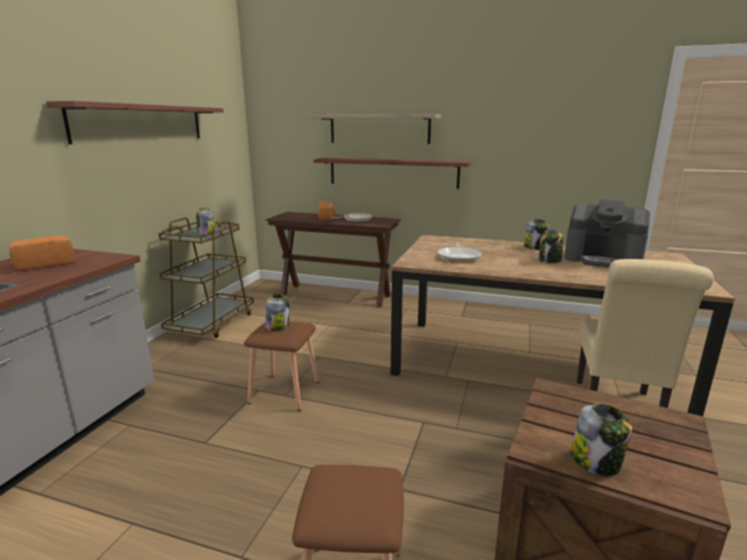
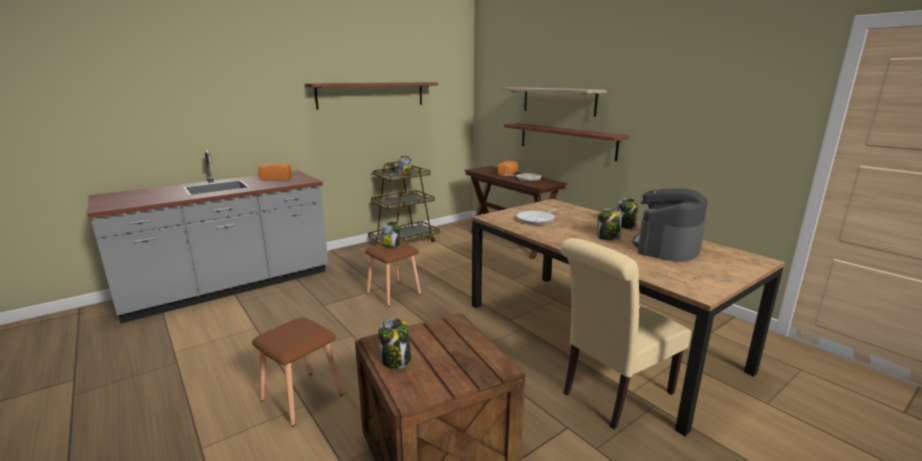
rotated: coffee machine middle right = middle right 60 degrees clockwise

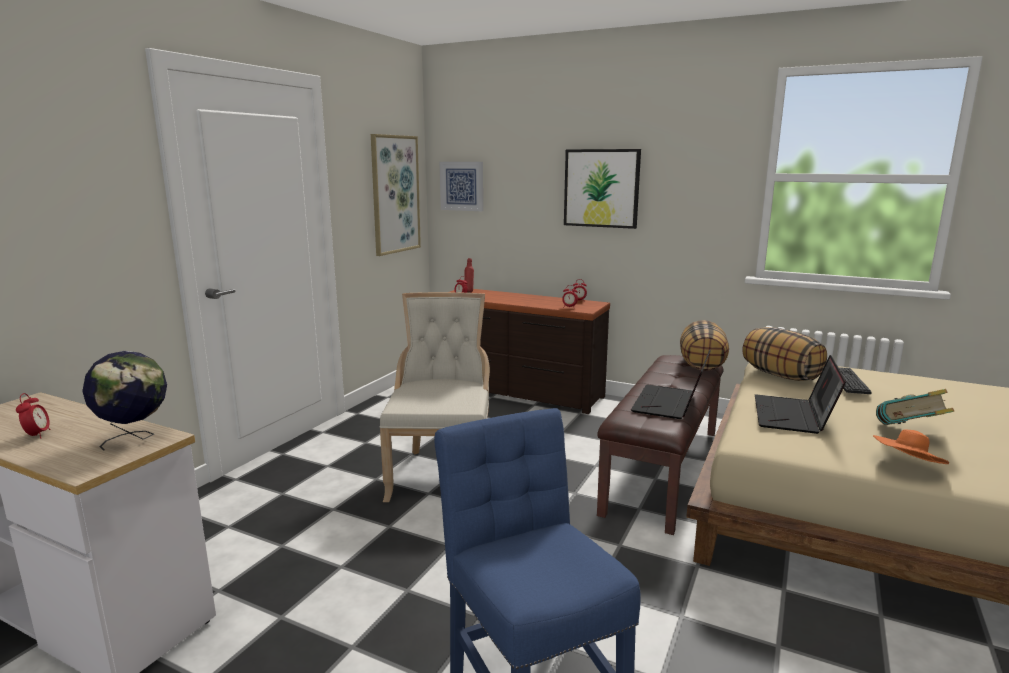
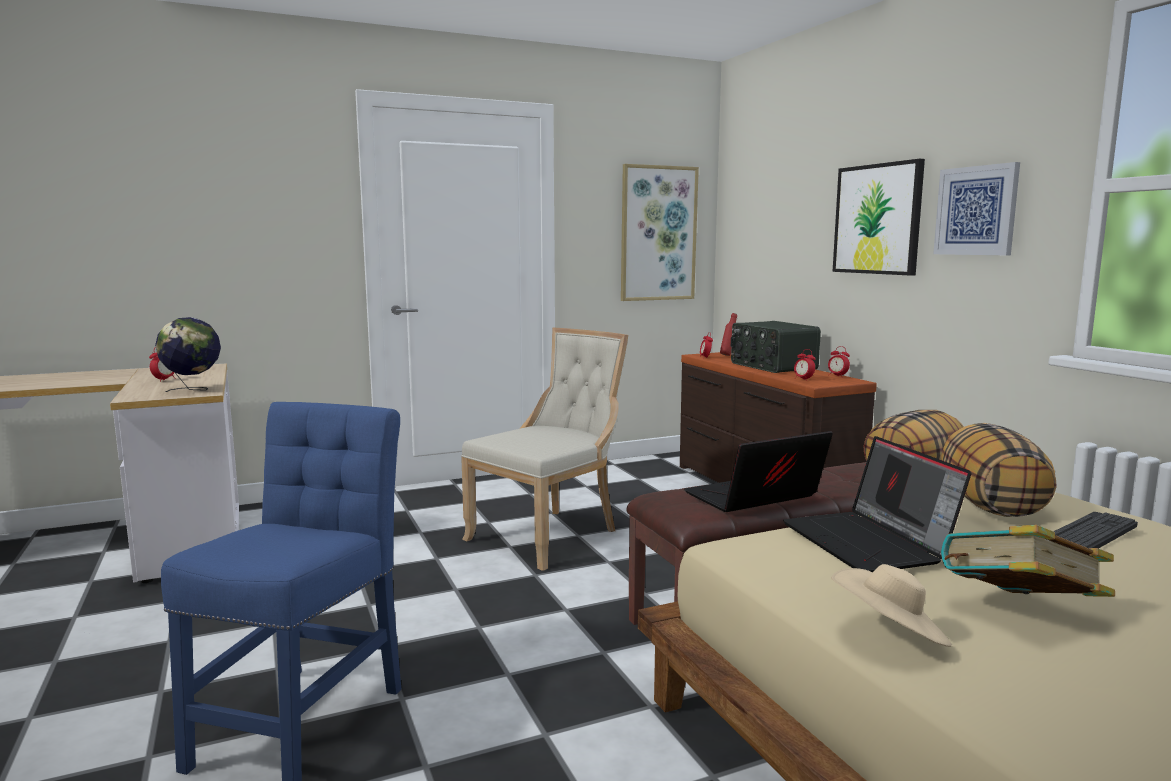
new: radio receiver centre
shifted: wall picture (no. 2 from left in the first image) top centre to wall picture (no. 3 from left) top right
repainted: orange-coloured hat middle right to beige-coloured hat bottom right
rotated: portable computer (no. 2 from left) middle right = middle right 75 degrees counterclockwise

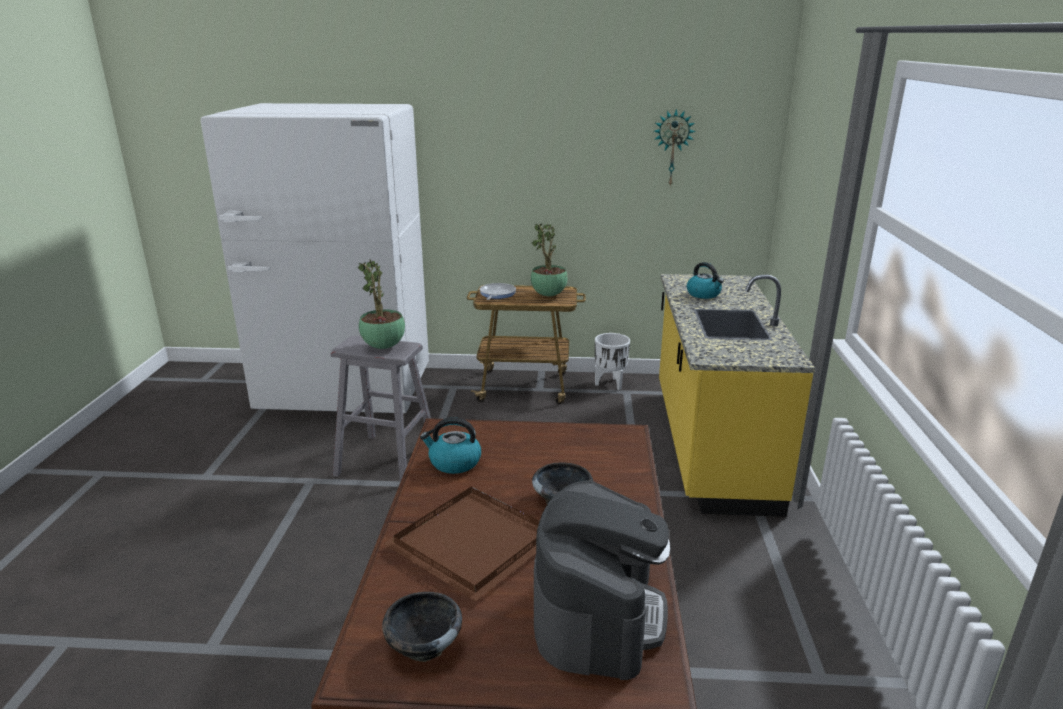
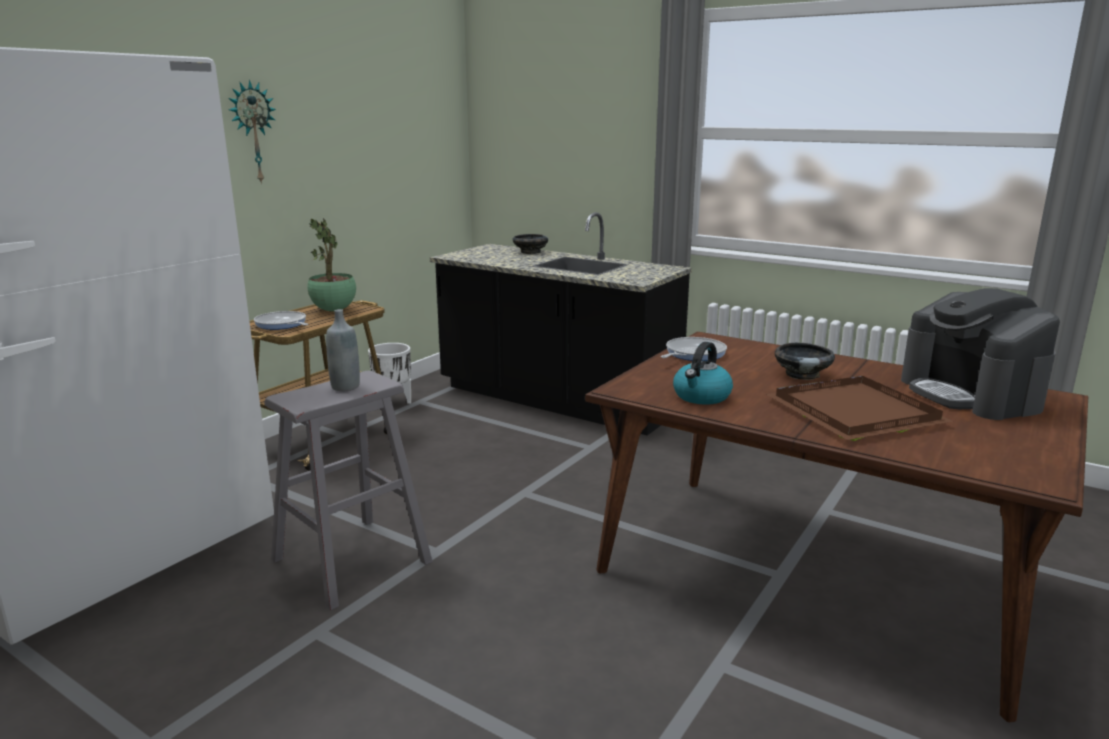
gone: tea kettle (no. 2 from left) centre
new: skillet (no. 2 from left) centre
shifted: black serving bowl (no. 1 from left) bottom centre to top centre; clock on the wall top centre to top left
swapped: houseplant (no. 1 from left) centre to grey bottle middle left
repainted: yellow kitchen counter middle right to black kitchen counter centre
rotated: coffee machine bottom centre = middle right 150 degrees counterclockwise

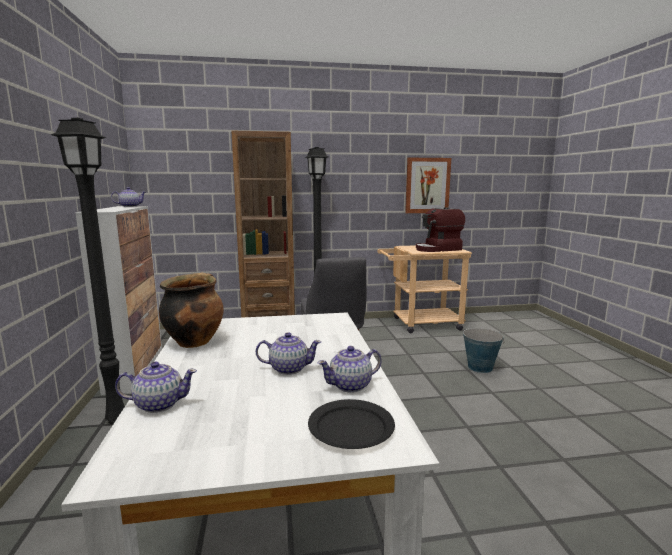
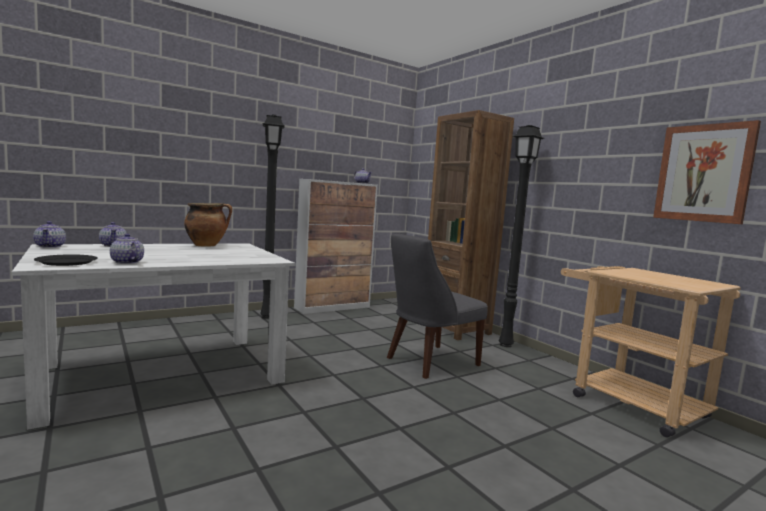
gone: coffee machine centre; bucket middle right
shifted: pot for tea (no. 3 from left in the first image) centre to pot for tea (no. 1 from left) middle left

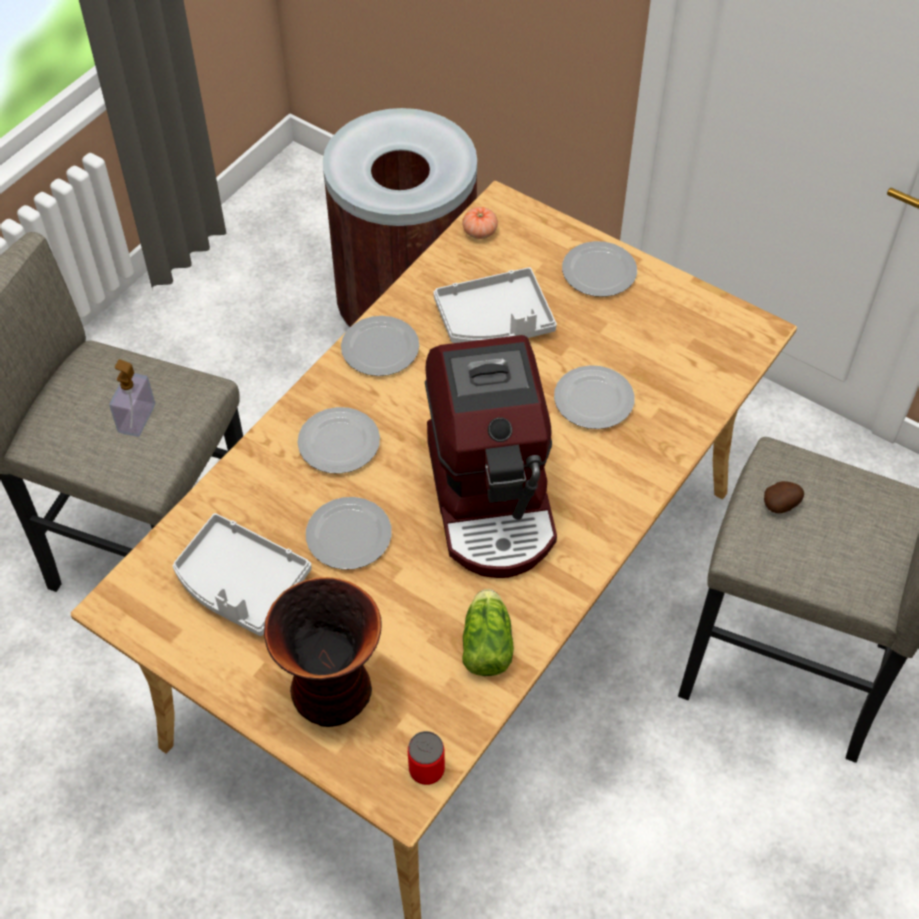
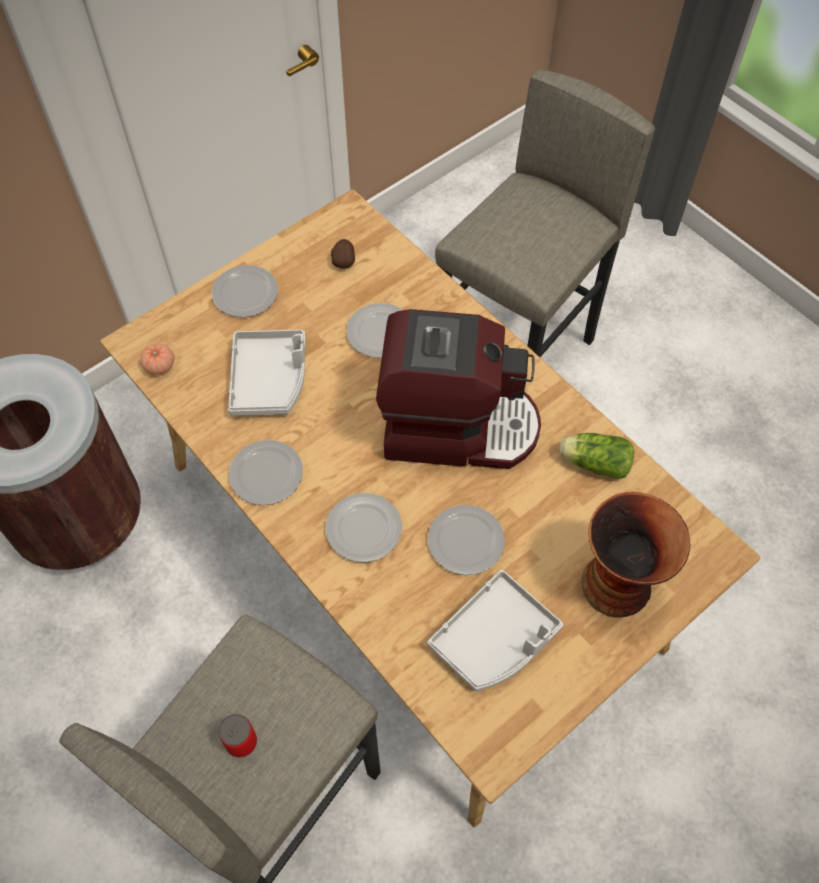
gone: soap dispenser middle left
shifted: can bottom centre to bottom left; whole potato middle right to top centre

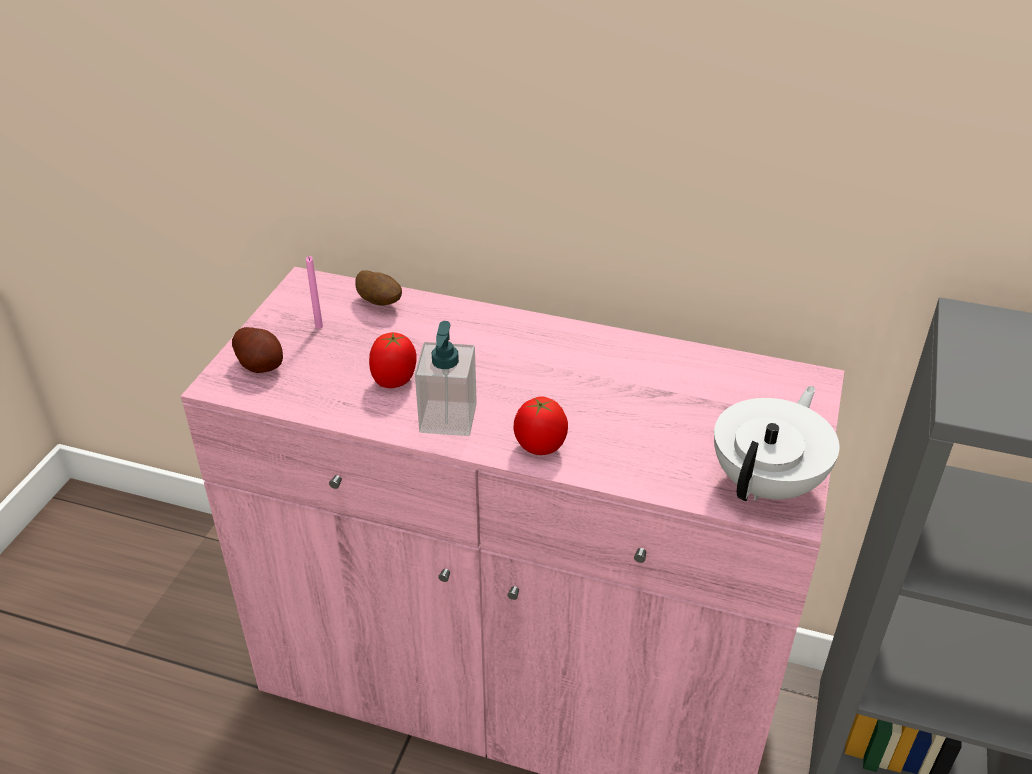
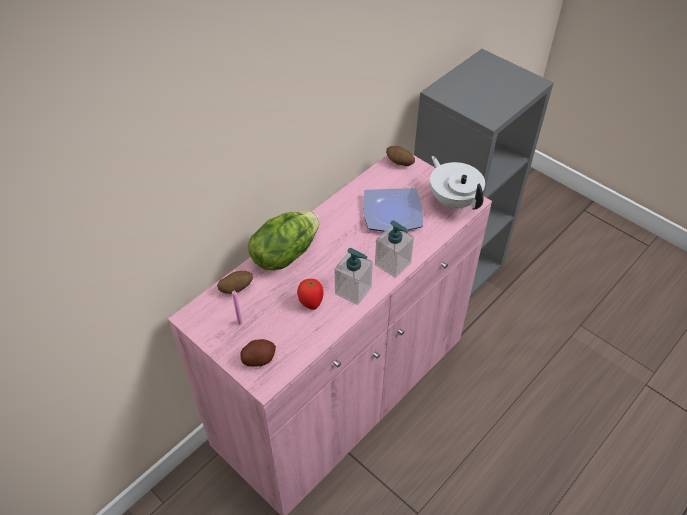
new: head of lettuce centre; plate centre; whole potato (no. 3 from left) top centre
swapped: whole tomato (no. 2 from left) centre to soap dispenser (no. 2 from left) centre

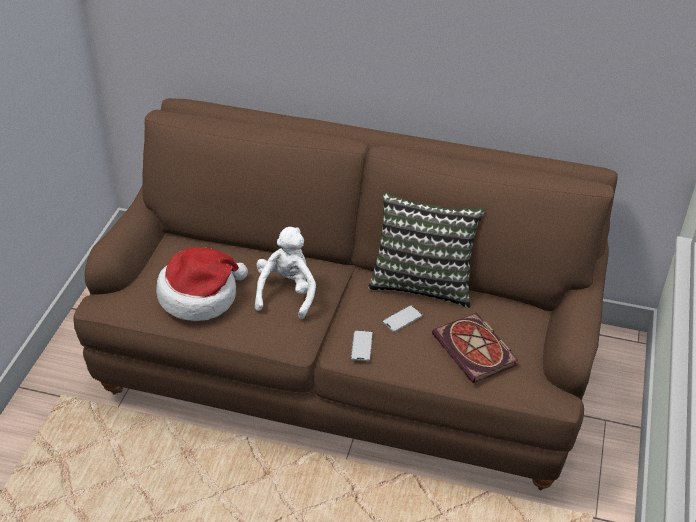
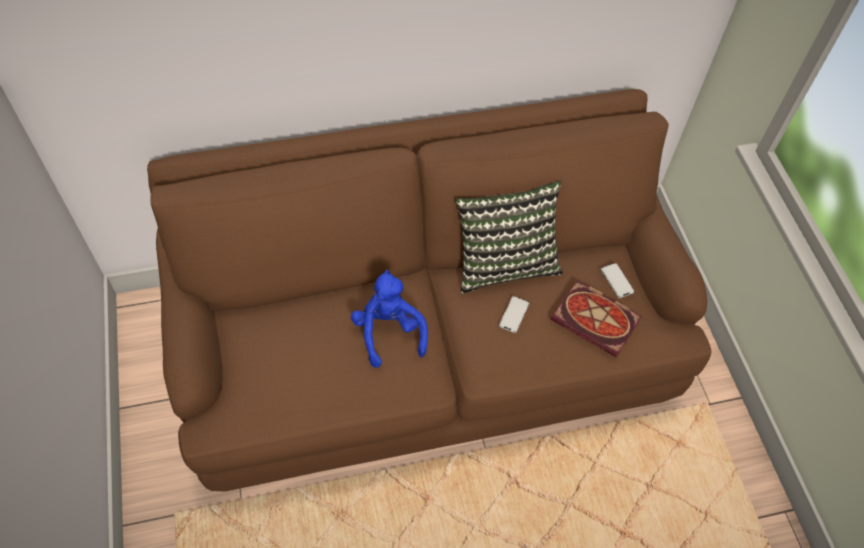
gone: hat middle left
shifted: phone (no. 1 from left in the first image) centre to phone (no. 2 from left) middle right
repainted: white-coloured plush toy centre to bluish plush toy centre

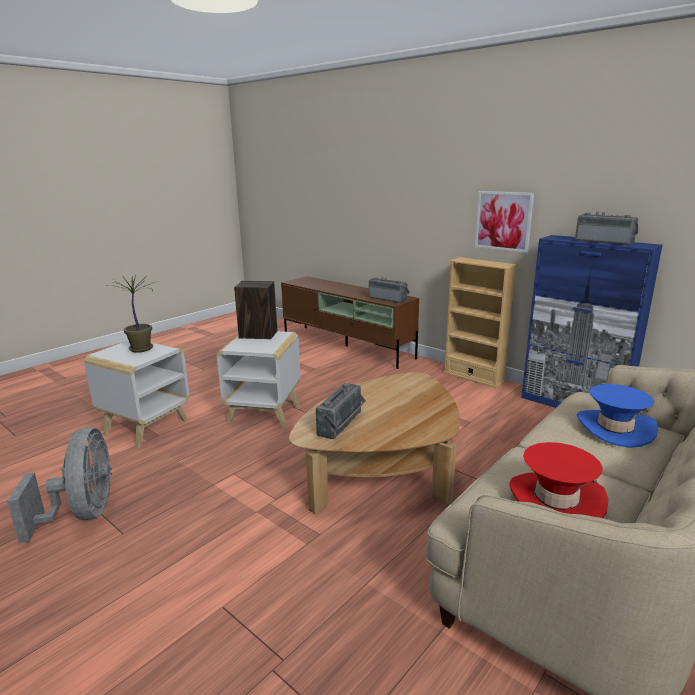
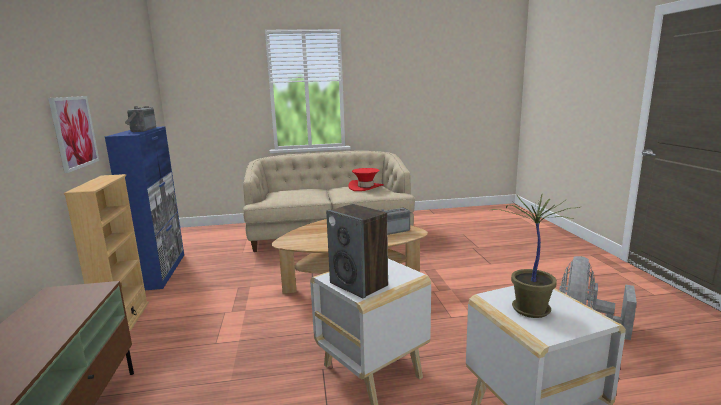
gone: radio receiver (no. 2 from left) centre; bluish hat middle right

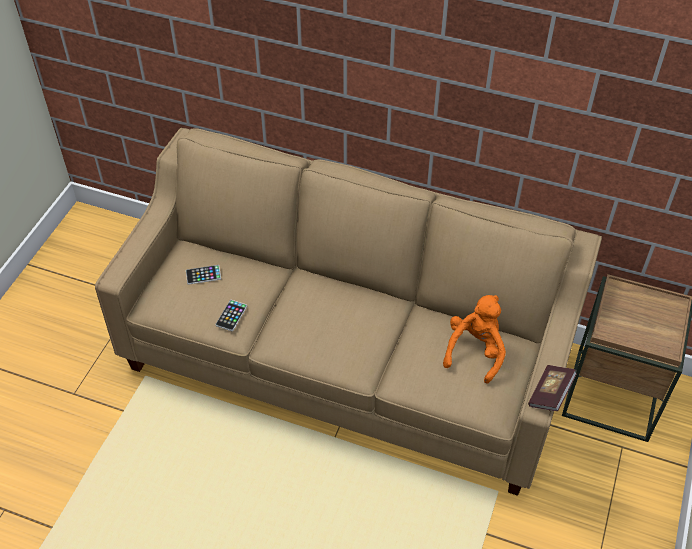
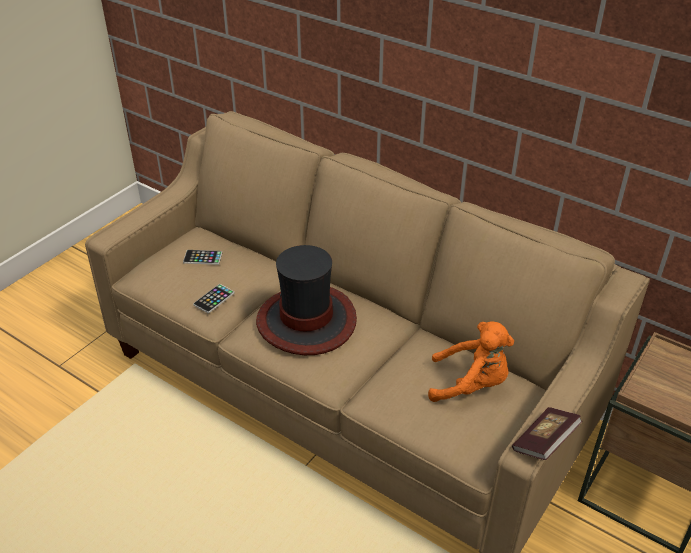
new: hat centre
rotated: orange-coloured plush toy middle right = middle right 60 degrees clockwise

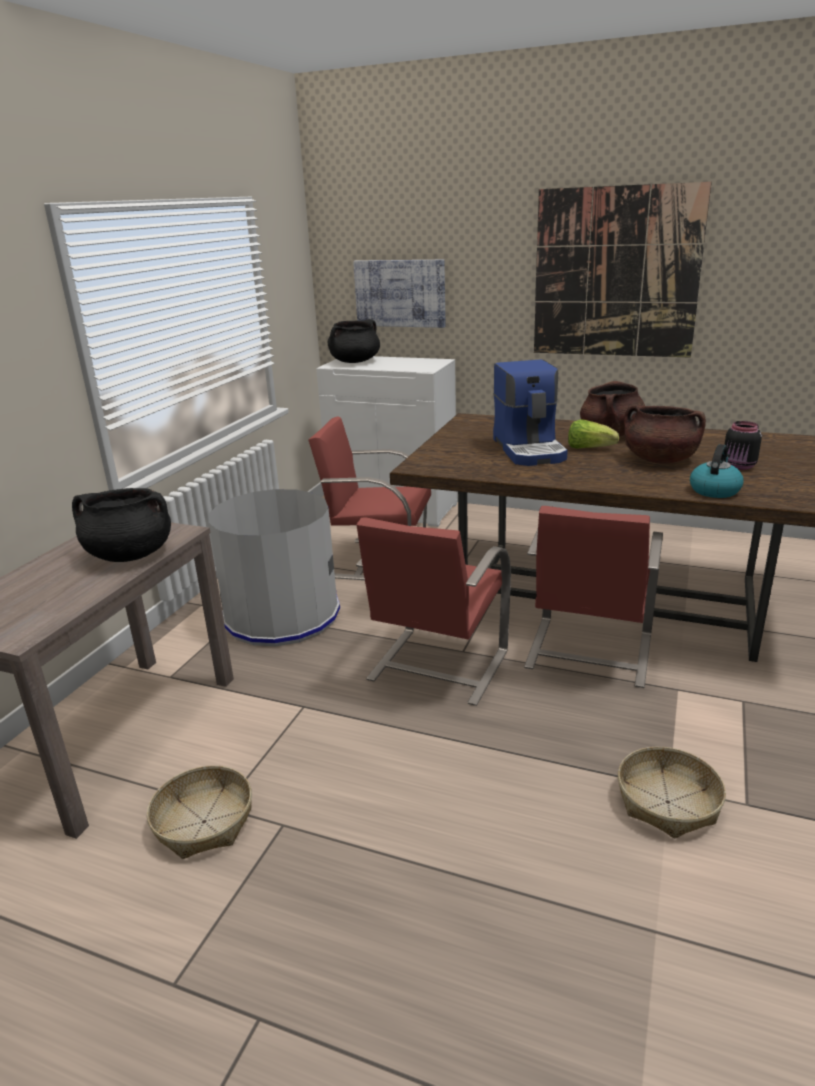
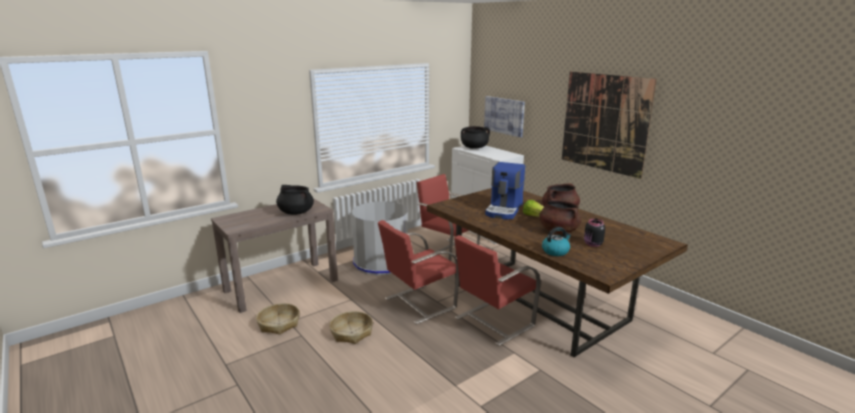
shifted: basket (no. 2 from left) bottom right to bottom centre

